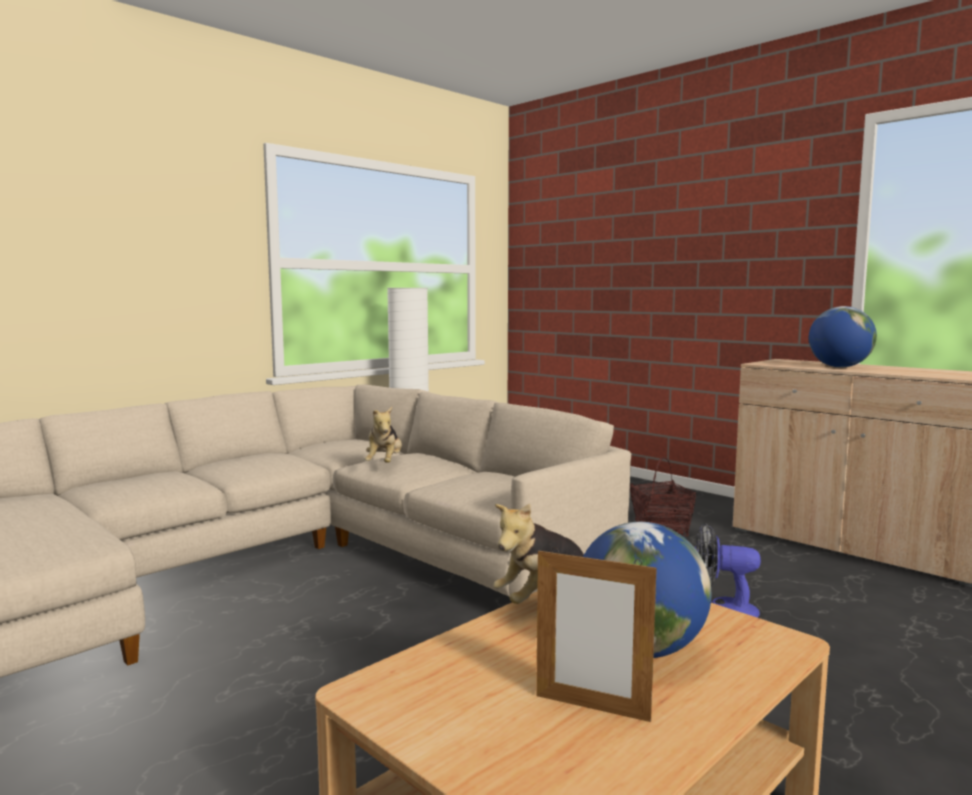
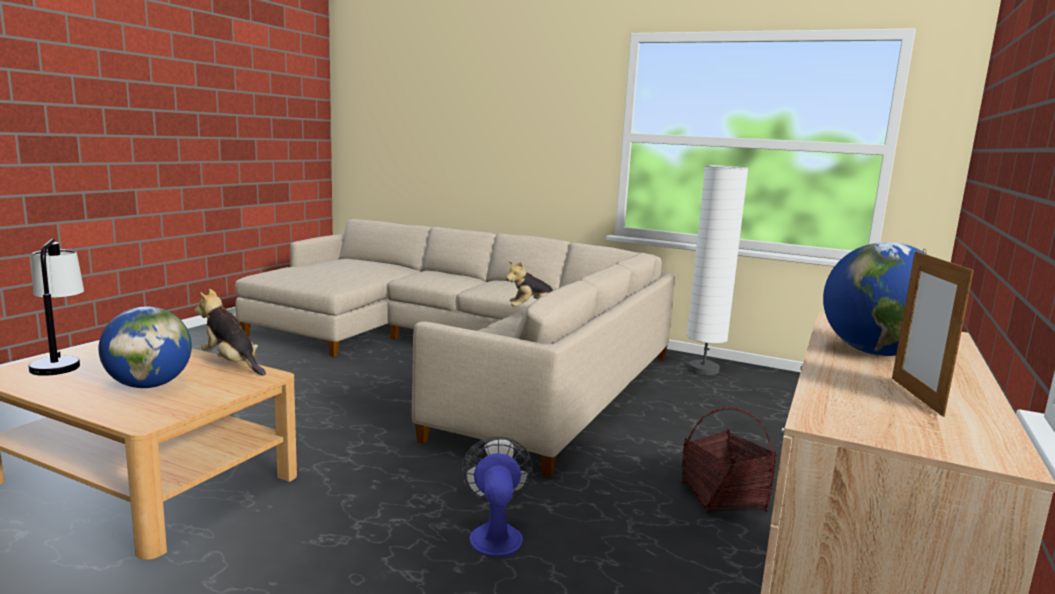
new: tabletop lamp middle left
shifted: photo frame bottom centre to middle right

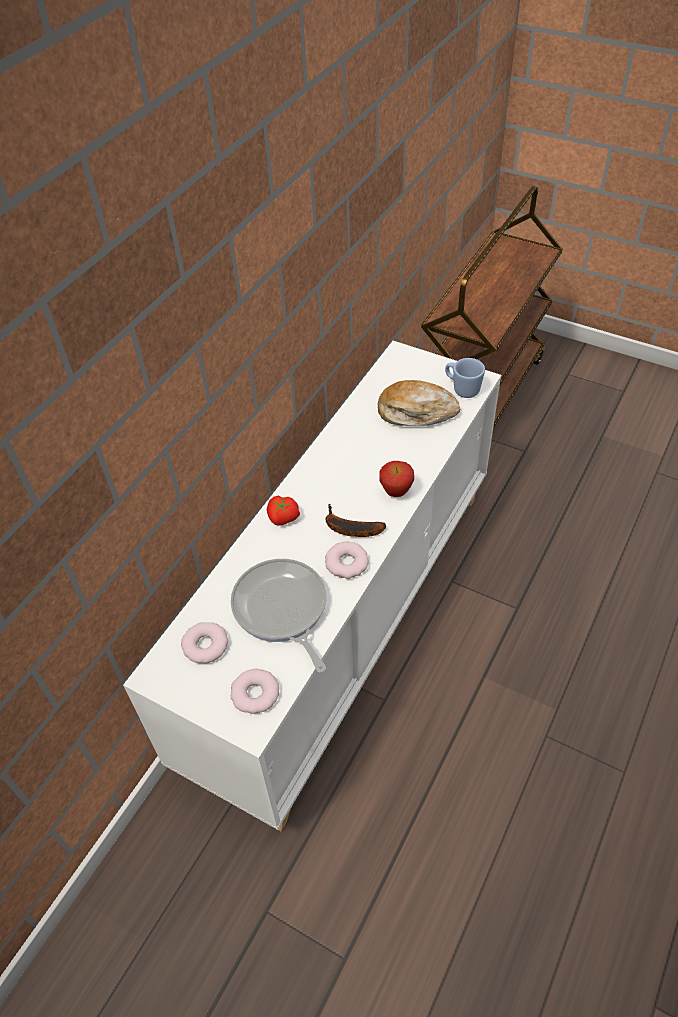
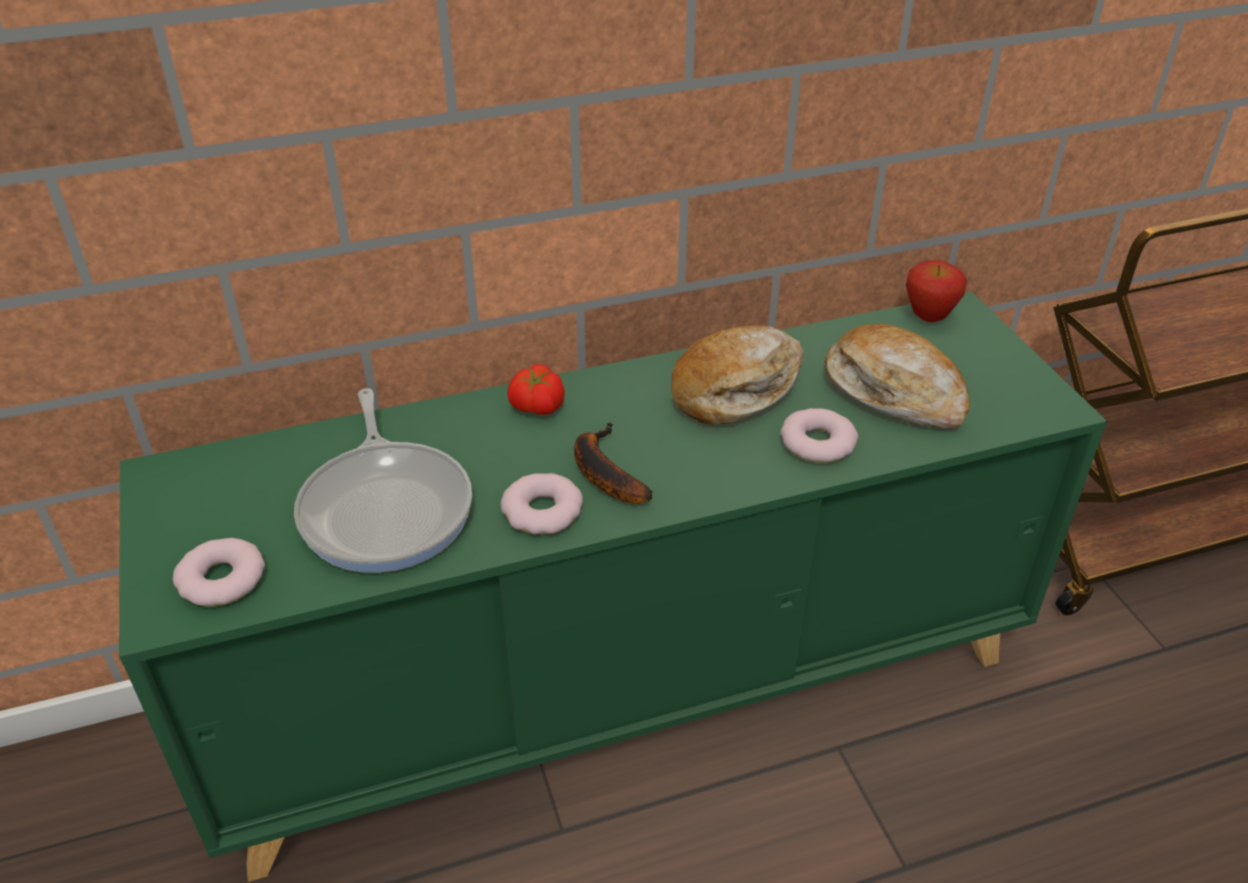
gone: bluish tea mug middle right
new: bakery bread (no. 1 from left) centre
shifted: ring doughnut (no. 1 from left in the first image) middle left to ring doughnut (no. 3 from left) centre; apple centre to top right
repainted: white-coloured storage cabinet centre to greenish storage cabinet centre
rotated: skillet centre = middle left 150 degrees clockwise

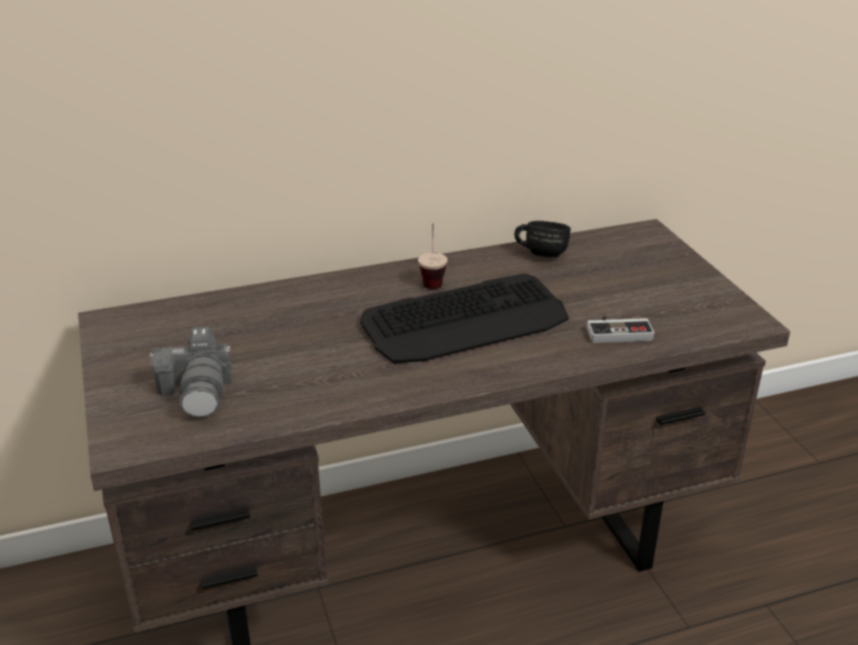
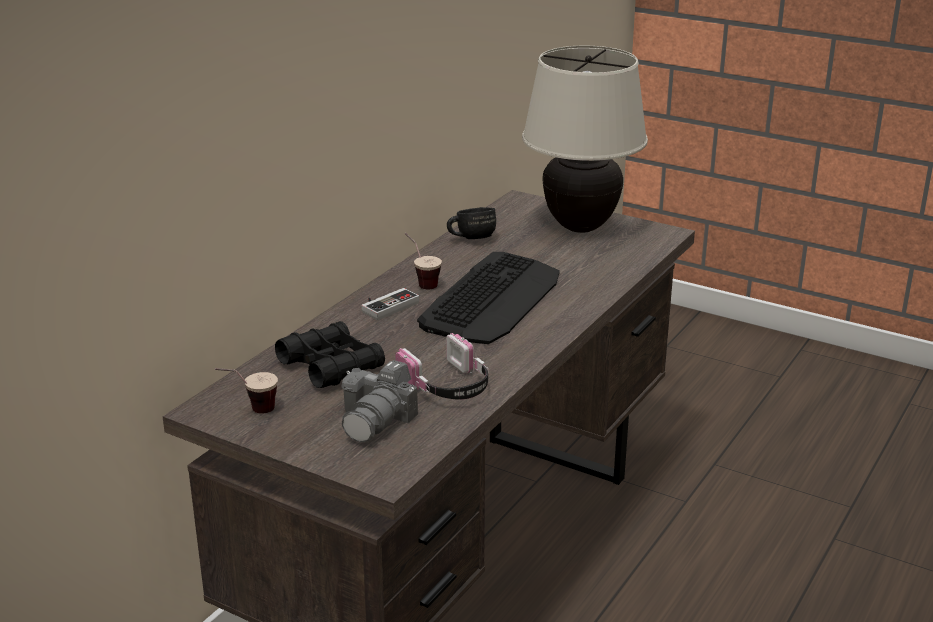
new: drinking cup (no. 1 from left) middle left; black field glasses centre; headset centre; beige-coloured tabletop lamp top centre
shifted: game controller middle right to centre
rotated: still camera middle left = centre 75 degrees clockwise

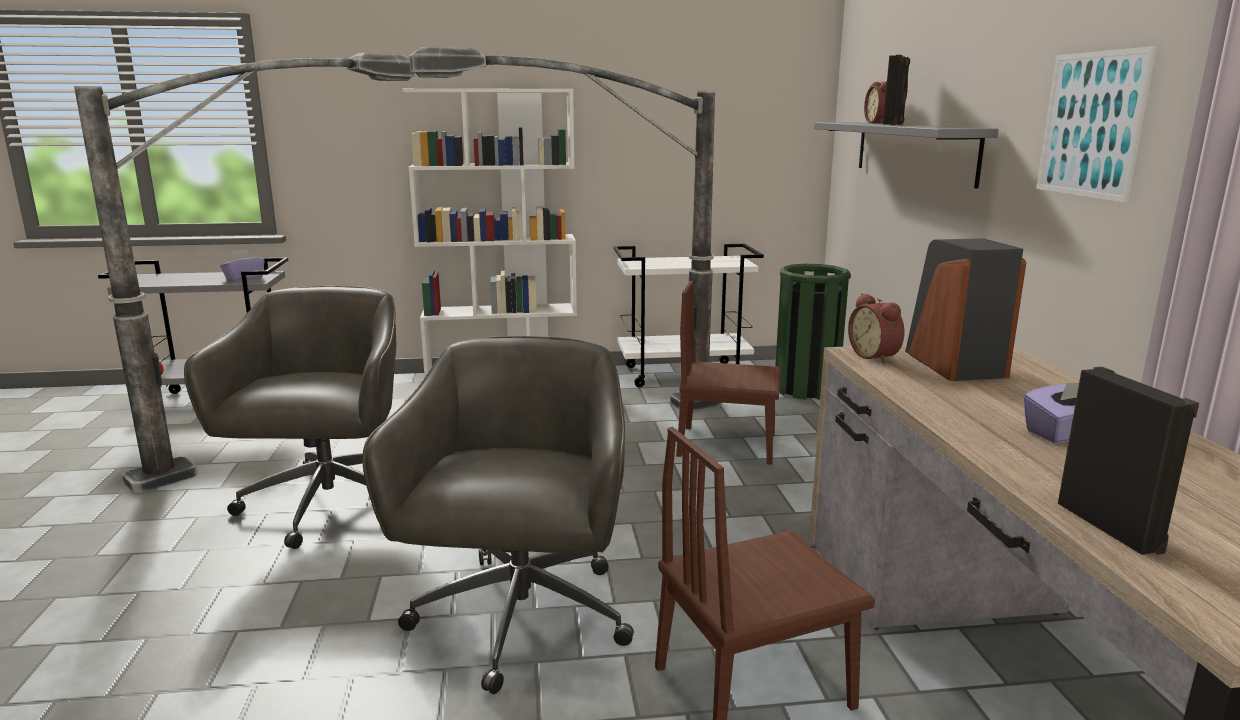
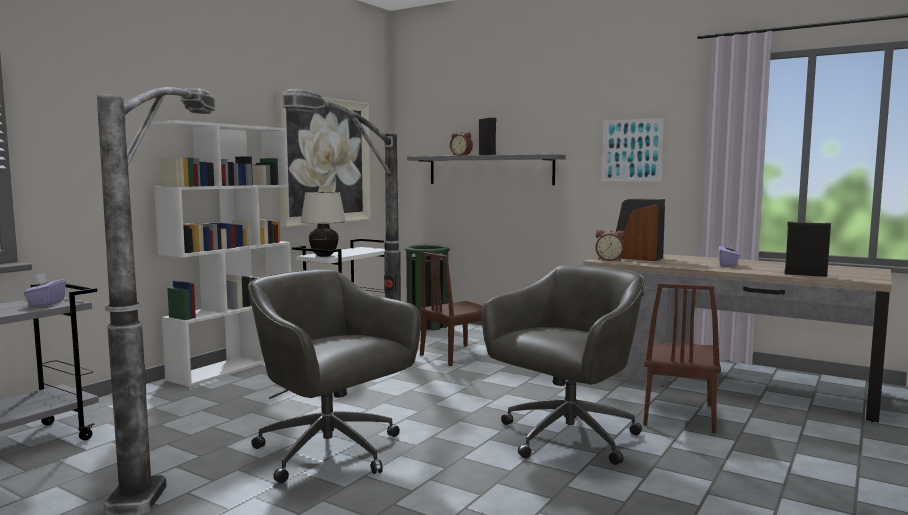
new: wall picture (no. 1 from left) top centre; beige-coloured tabletop lamp centre
rotated: grey desk chair (no. 2 from left) bottom centre = bottom centre 90 degrees clockwise

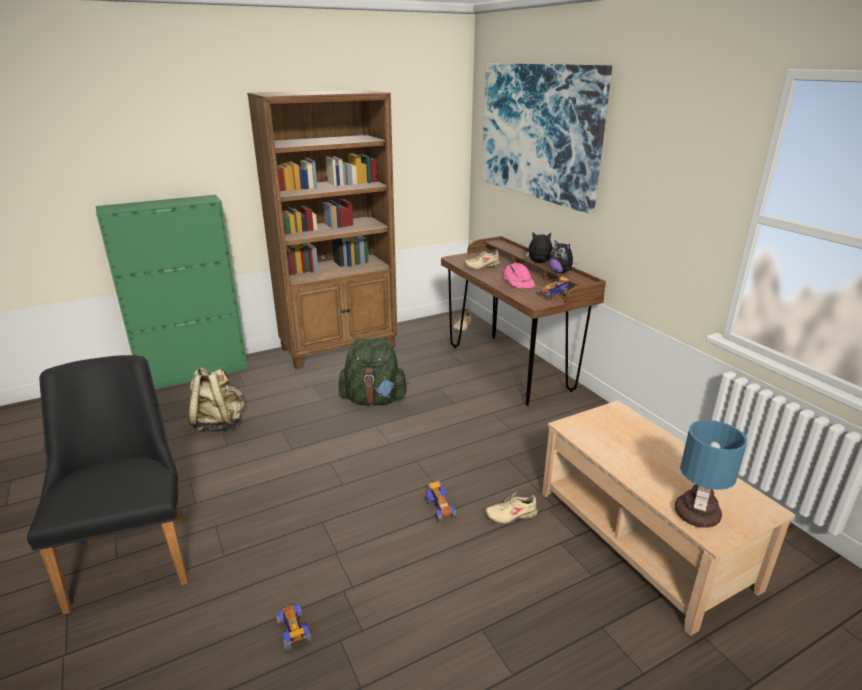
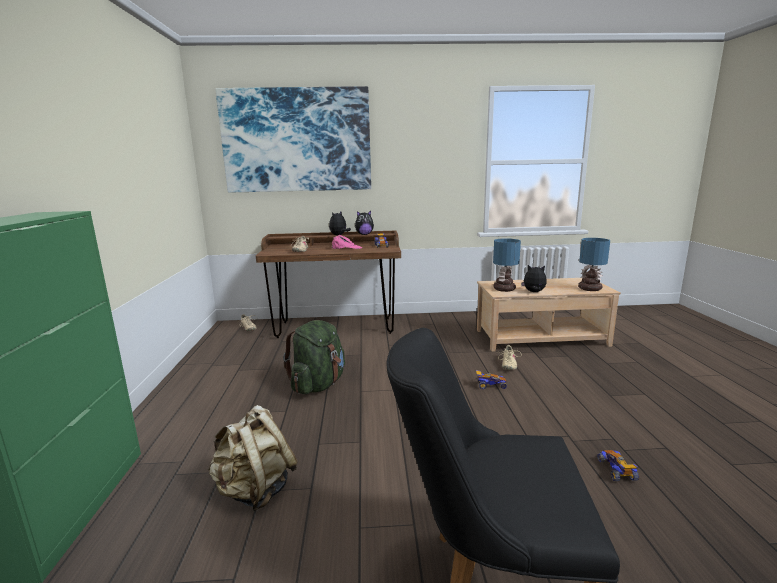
gone: brownish shelving unit centre
new: tabletop lamp (no. 1 from left) centre; plush toy (no. 3 from left) middle right
rotated: toy car (no. 1 from left in the first image) bottom centre = bottom right 90 degrees clockwise

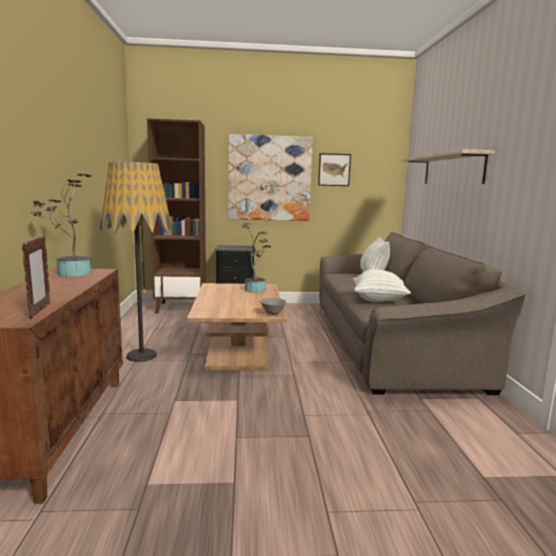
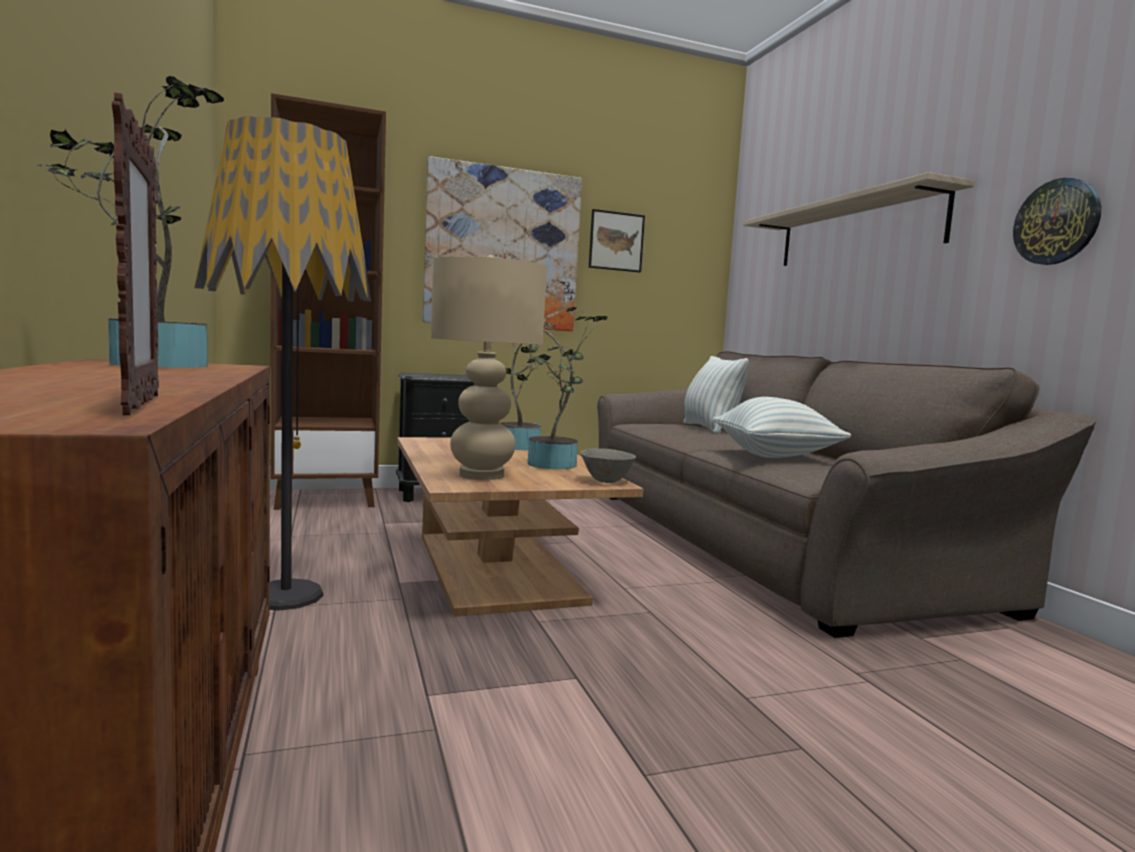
new: beige-coloured tabletop lamp centre; houseplant (no. 3 from left) centre; clock on the wall top right

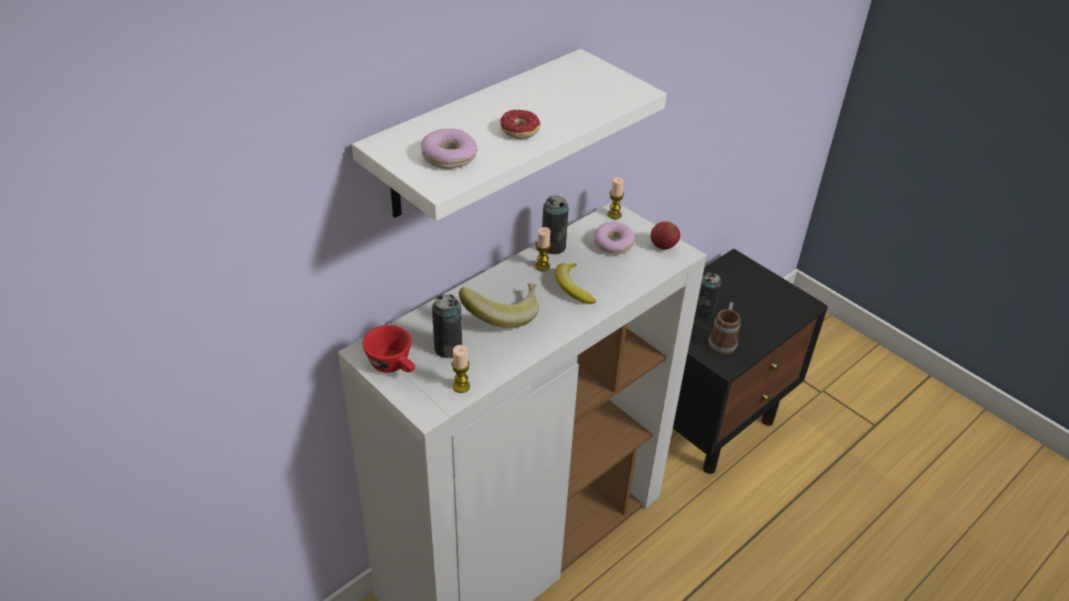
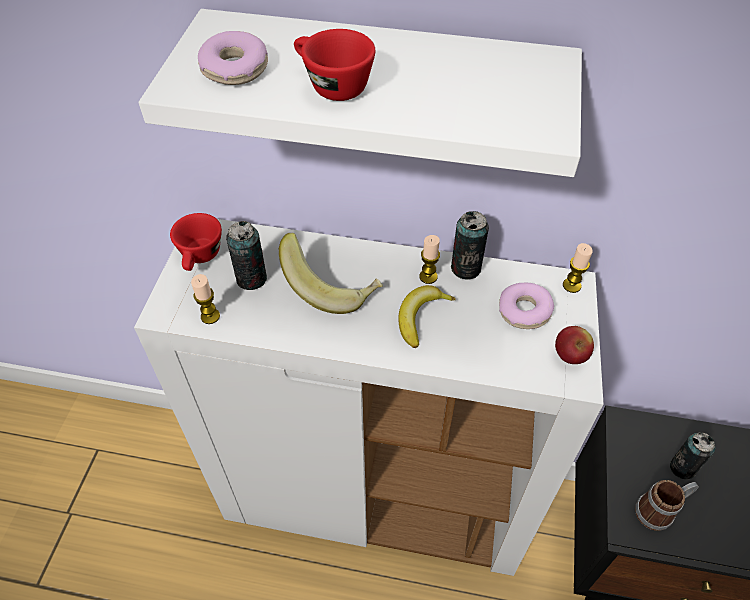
swapped: ring doughnut (no. 2 from left) top centre to red-coloured drinking cup (no. 2 from left) top centre

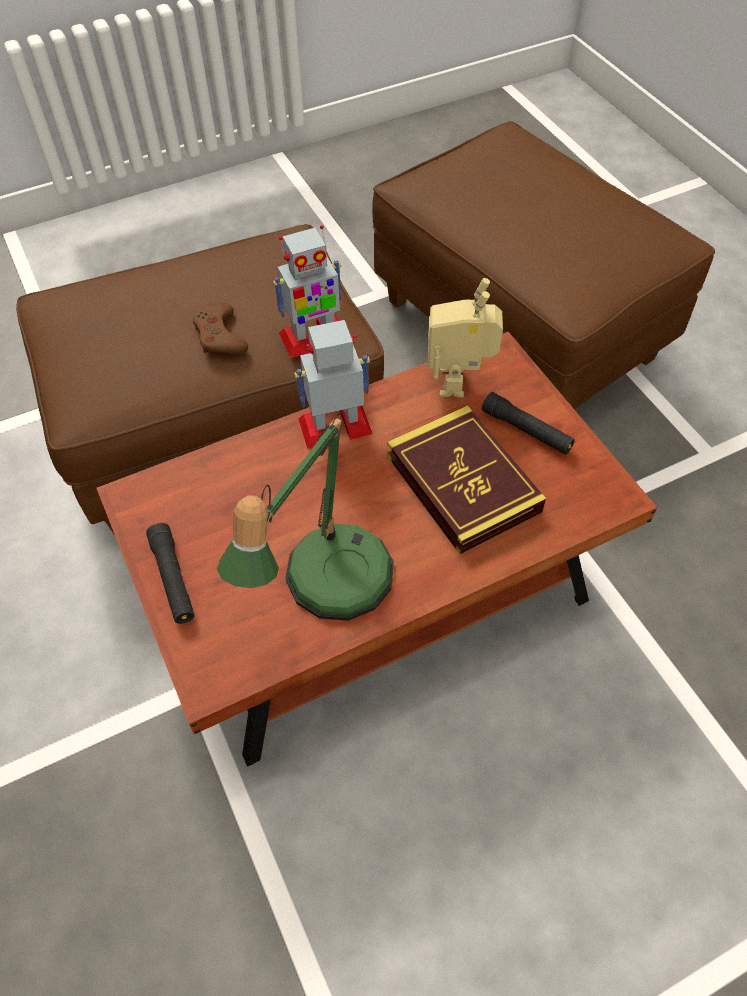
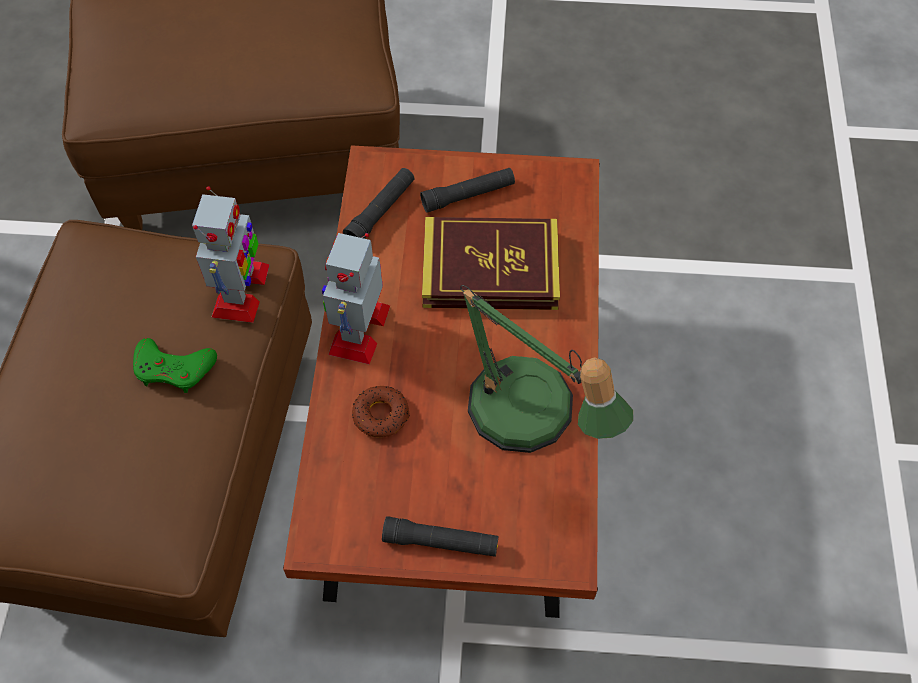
new: ring doughnut centre
swapped: robot figure (no. 3 from left) centre to black torch (no. 1 from left) top centre
repainted: brownish game controller top left to greenish game controller middle left

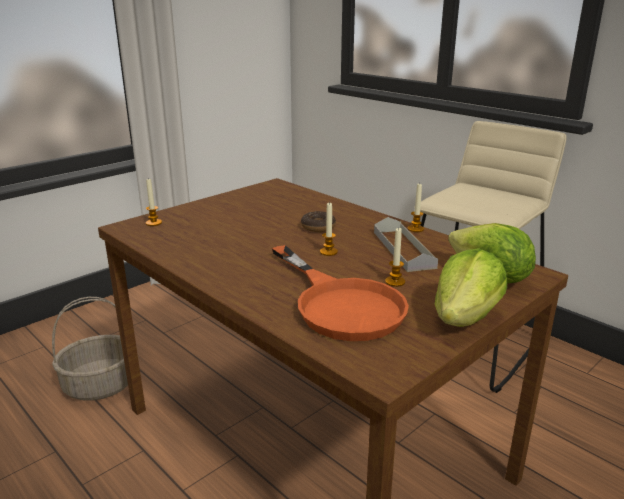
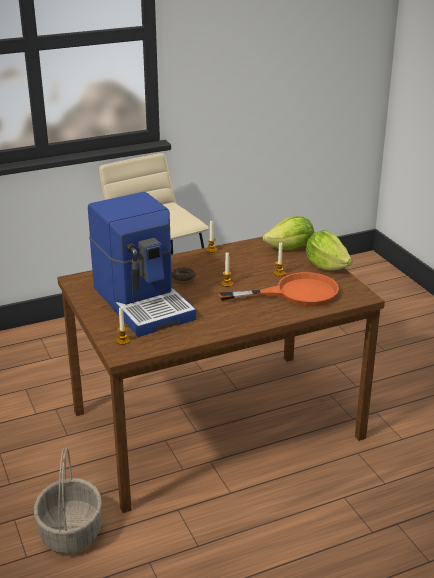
gone: grey carrying tray centre
new: coffee machine middle left

